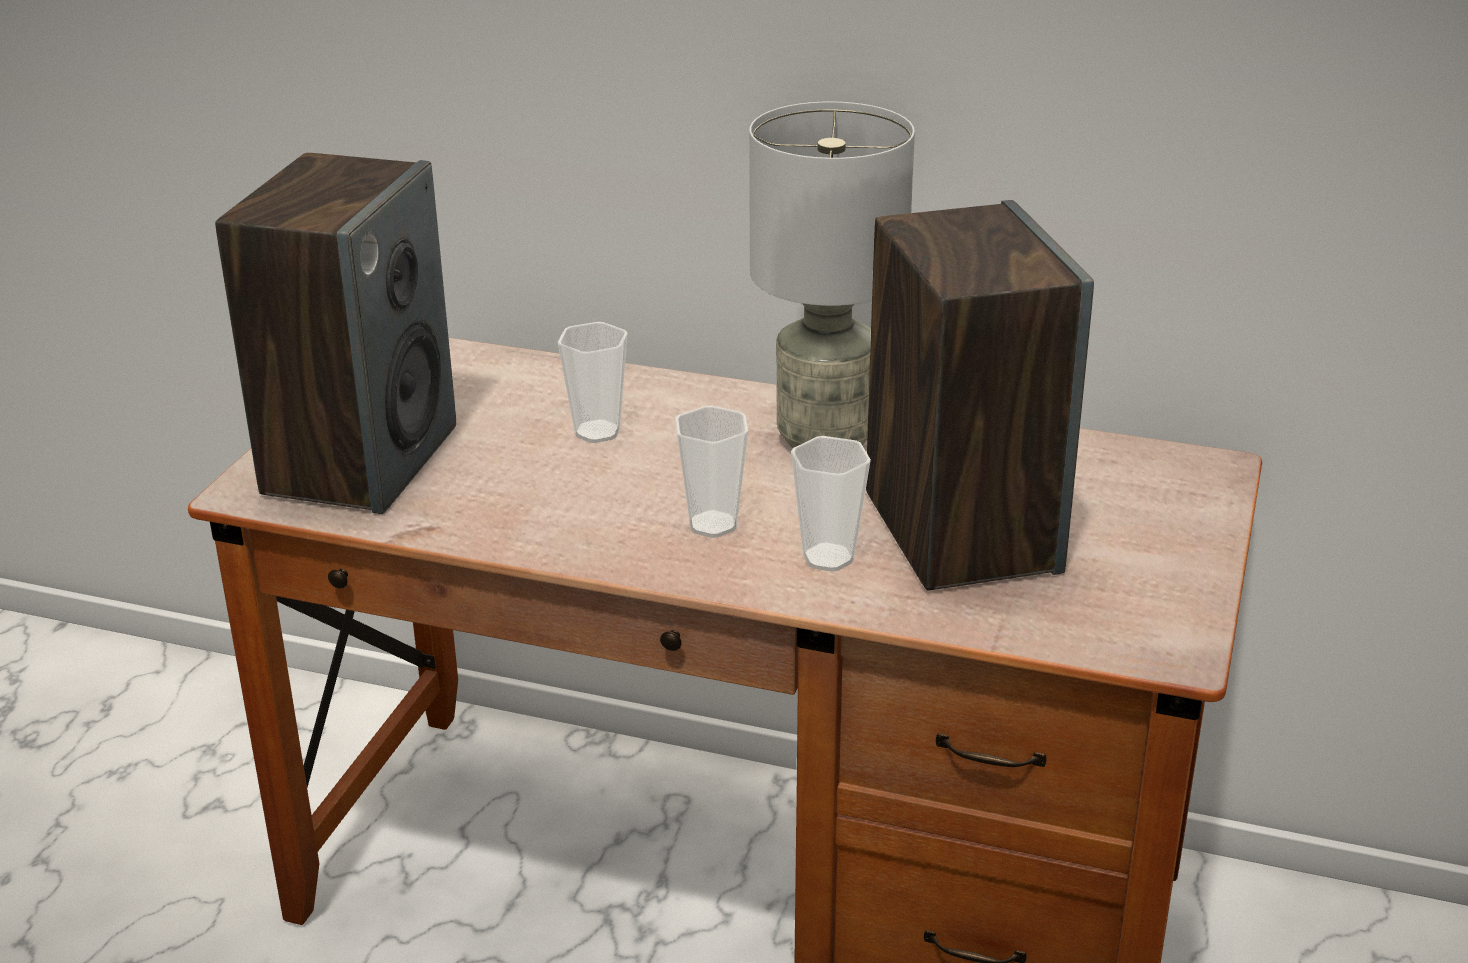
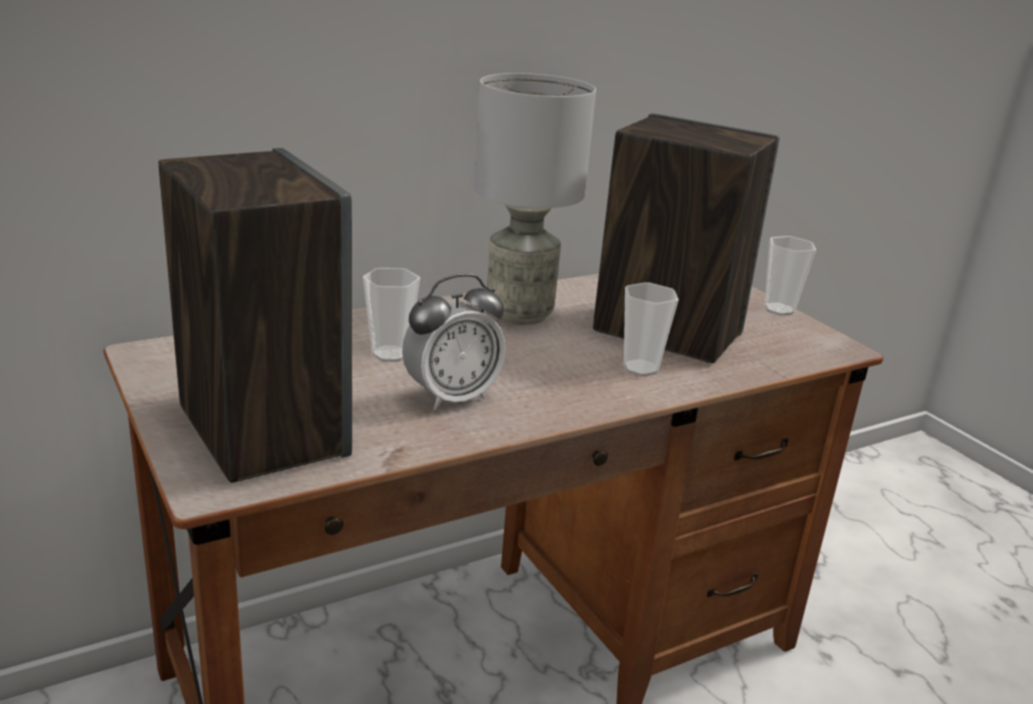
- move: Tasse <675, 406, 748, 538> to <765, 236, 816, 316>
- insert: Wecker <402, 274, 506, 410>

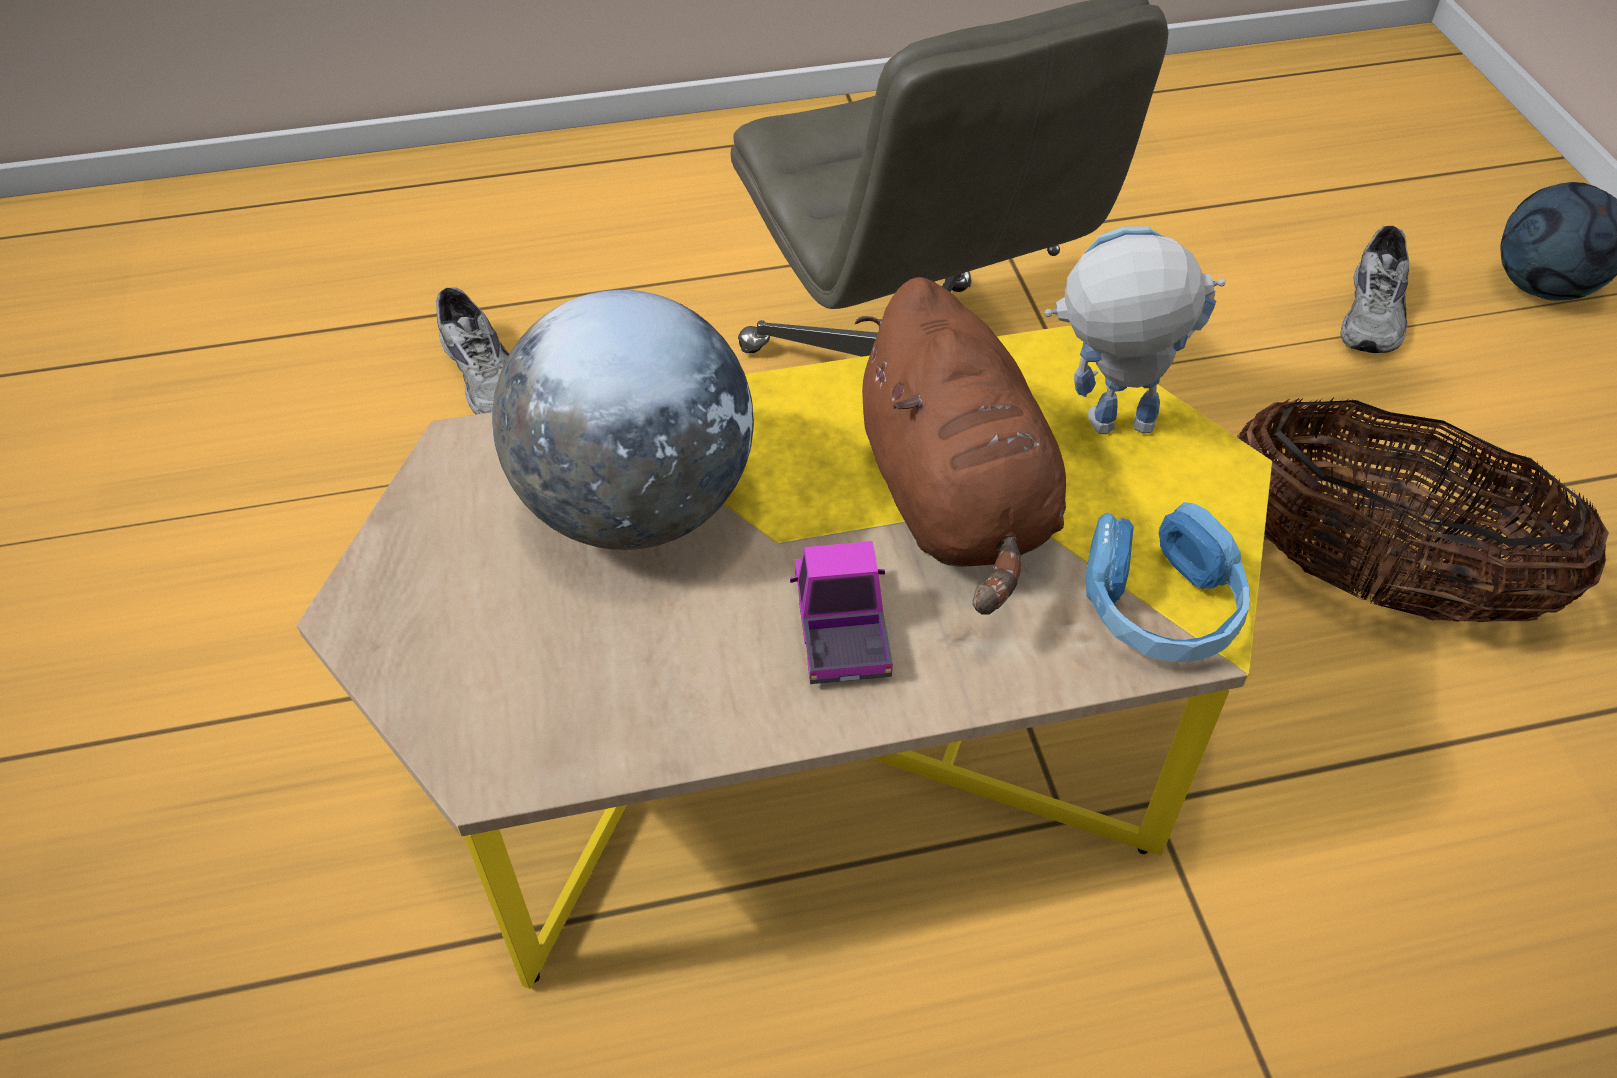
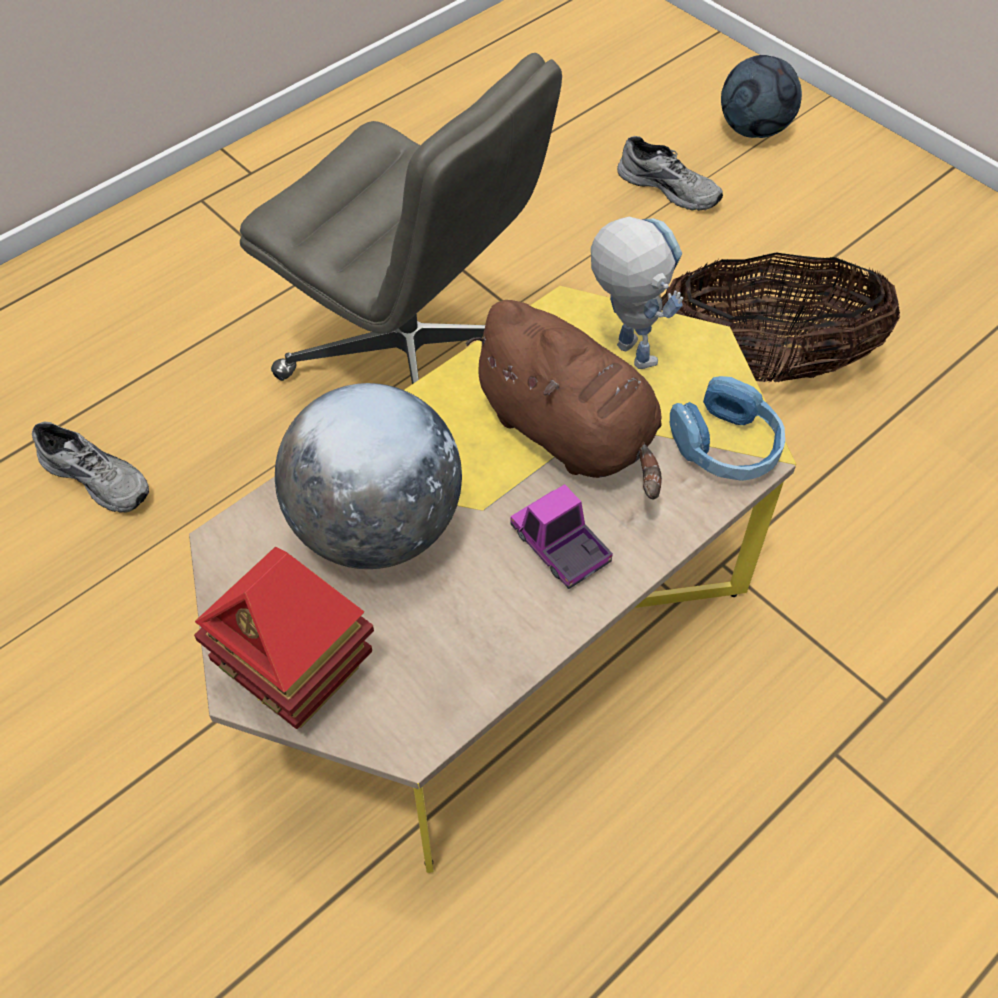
- rotate: Spielzeugroboter <1044, 227, 1226, 434> = <591, 217, 683, 369> 90 degrees clockwise
- rotate: Schuh (grau) <1340, 226, 1409, 353> = <617, 136, 723, 211> 45 degrees counterclockwise
- insert: Spielzeughaus <194, 547, 374, 729>

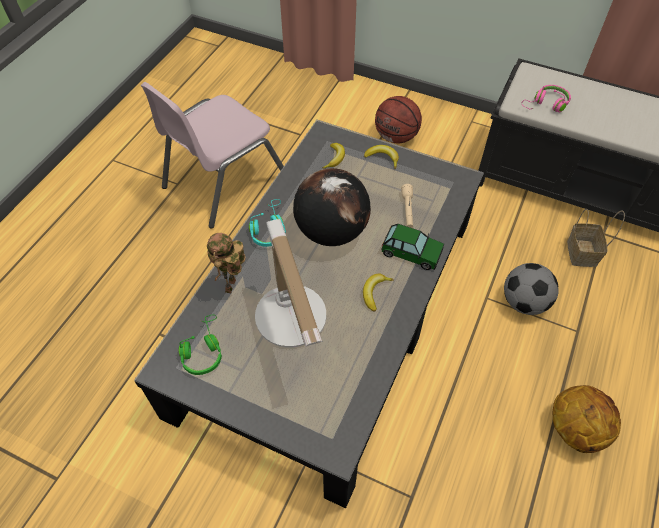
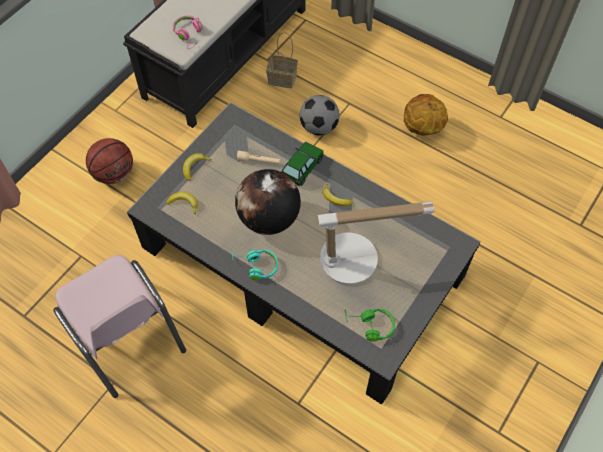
- delete: Spielzeugroboter <207, 233, 246, 293>

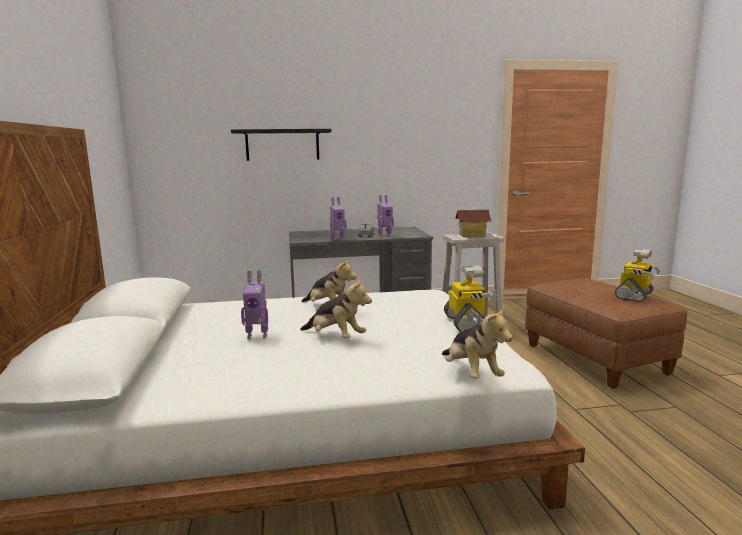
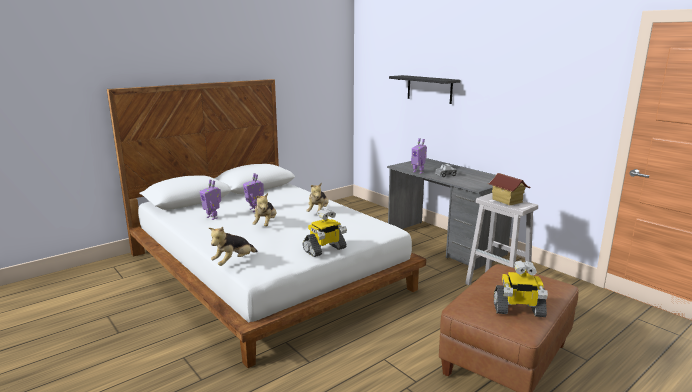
- move: Spielzeugroboter <377, 195, 394, 237> to <200, 180, 221, 220>

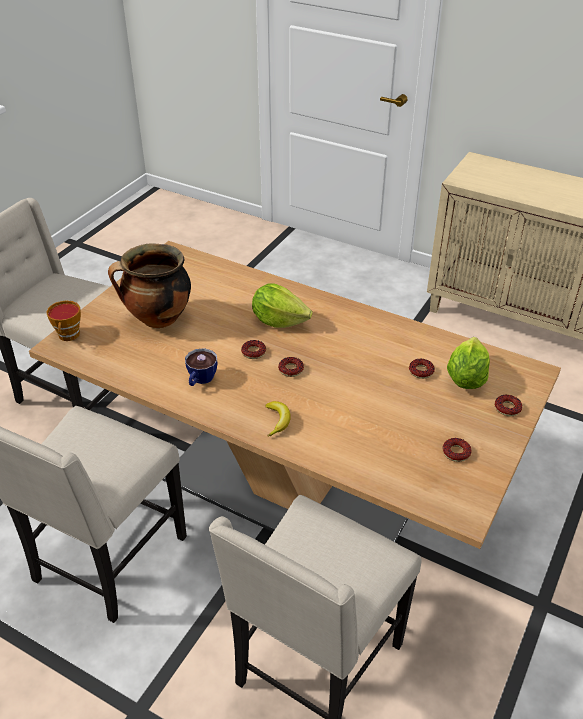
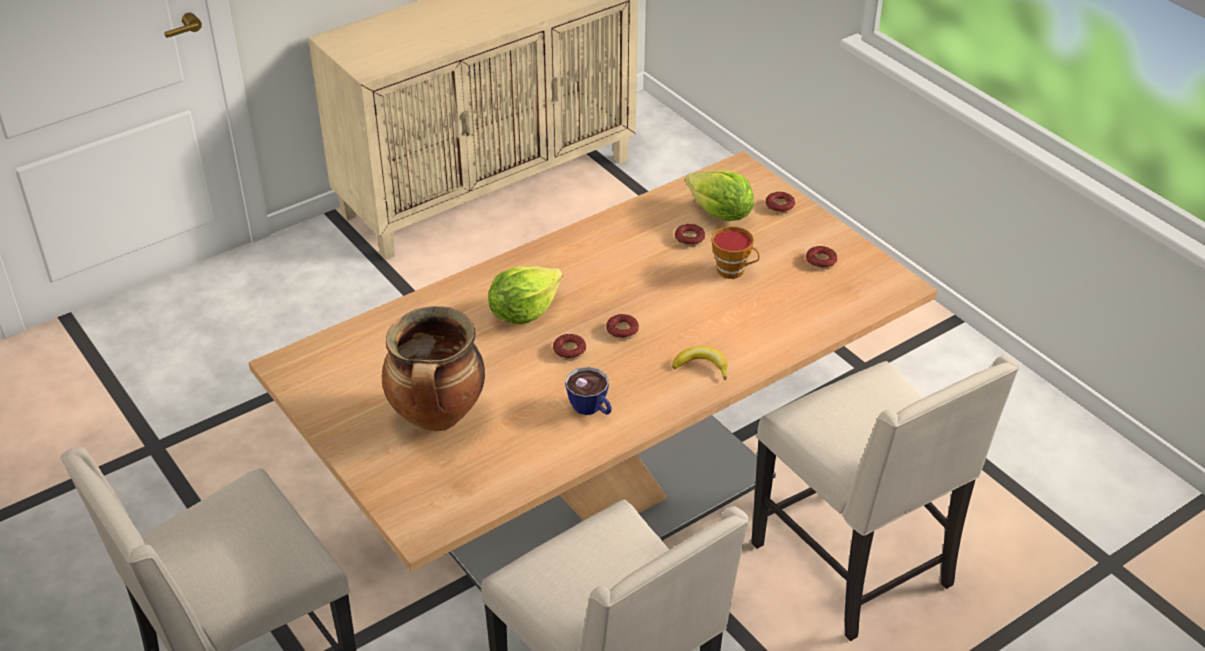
- move: Tasse <46, 300, 81, 341> to <711, 226, 760, 279>

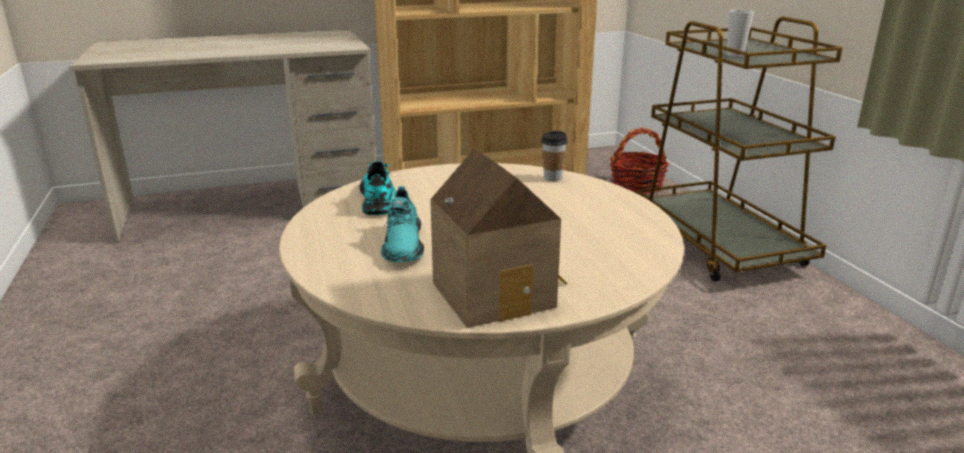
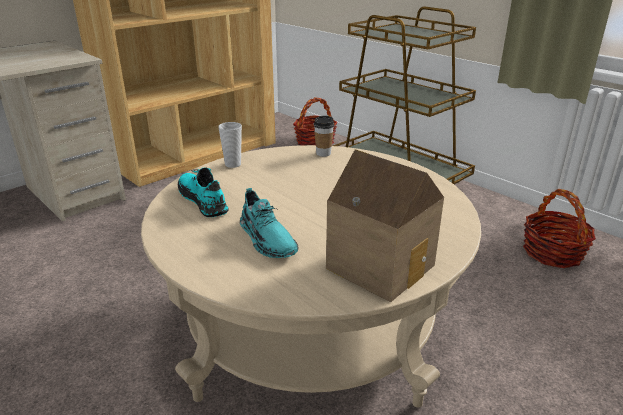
- move: Tasse <727, 10, 754, 57> to <218, 122, 242, 168>
- insert: Korb <523, 189, 596, 268>

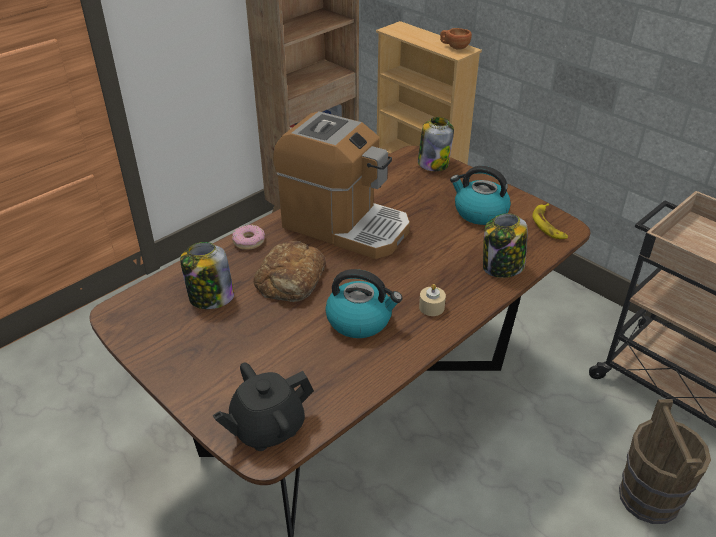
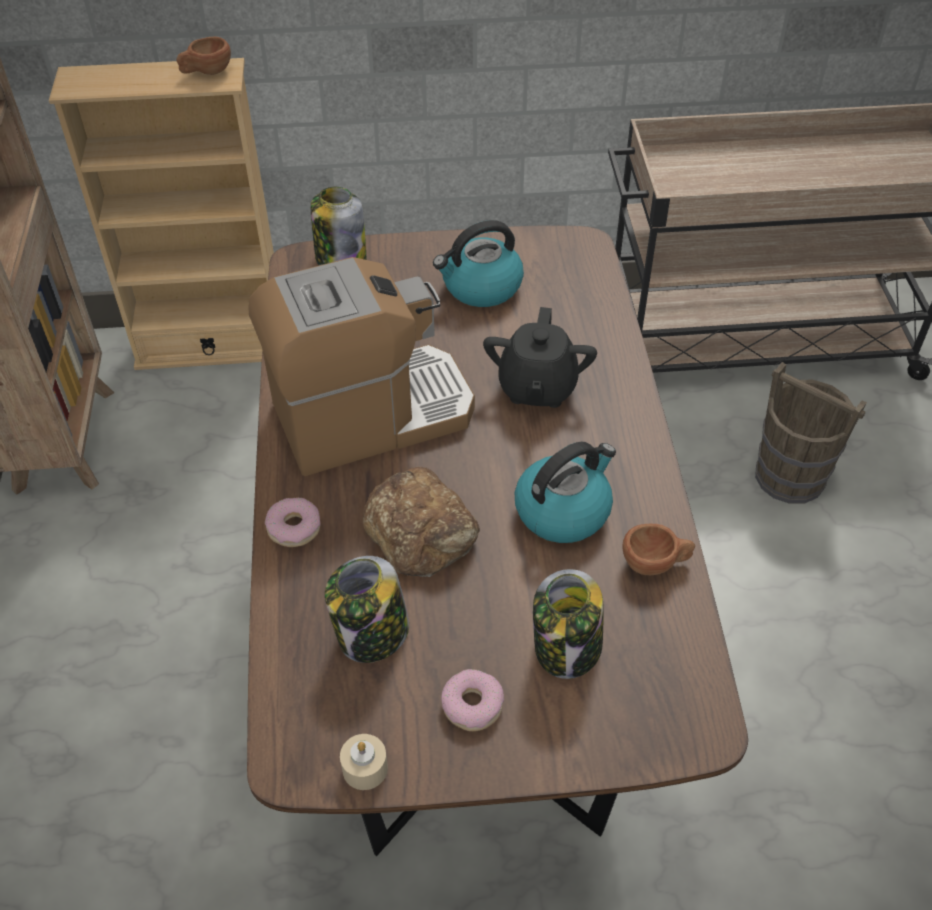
- move: Teekanne (schwarz) <213, 362, 314, 451> to <483, 307, 597, 408>
- move: Kerze (beige) <419, 284, 446, 316> to <340, 734, 388, 790>
- move: Vorratsglas <483, 213, 528, 278> to <533, 569, 604, 679>
- delete: Banane <532, 203, 568, 239>
- insert: Donut <441, 669, 504, 731>
- insert: Tasse (braun) <622, 524, 695, 575>

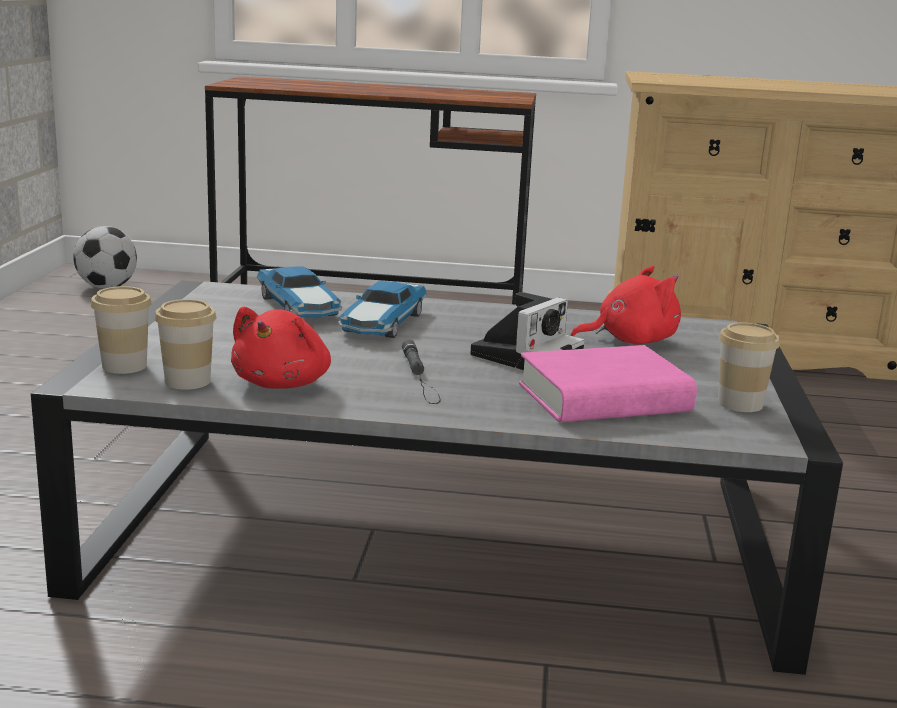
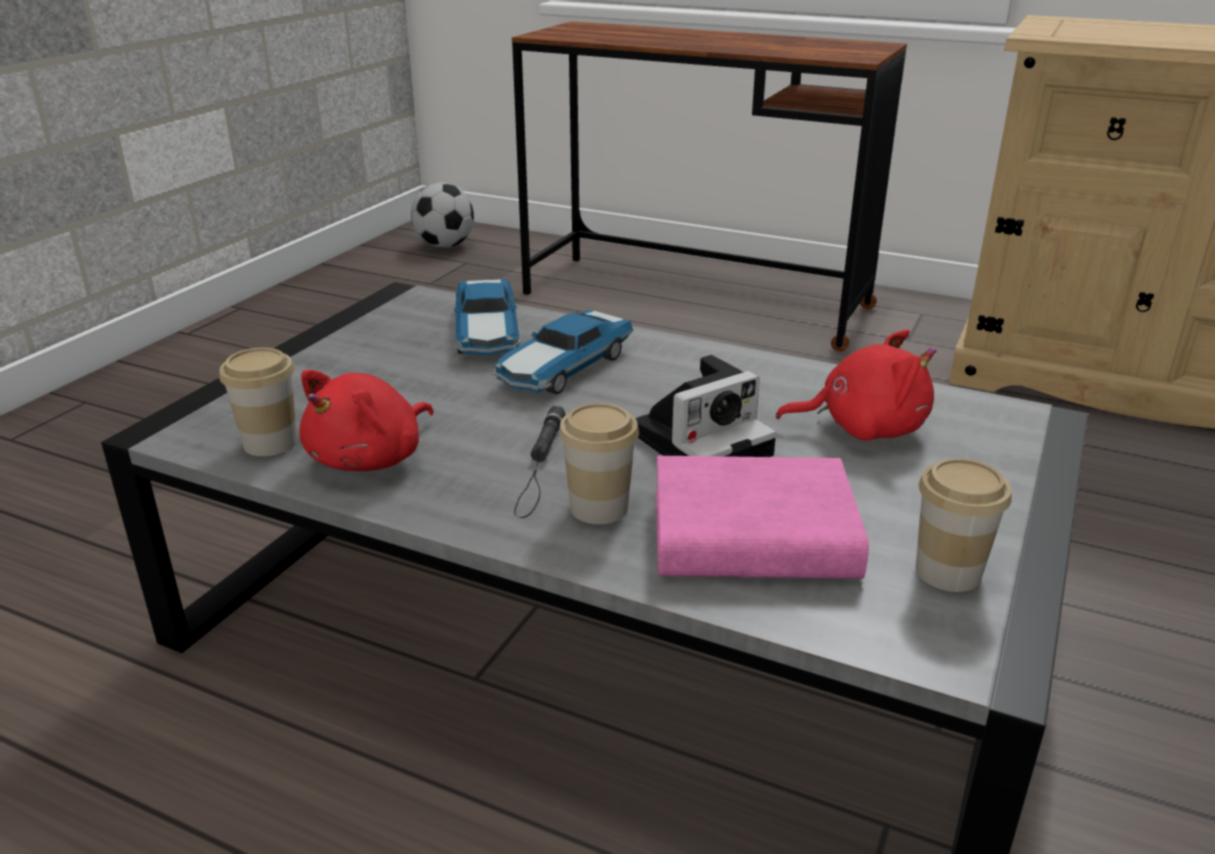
- move: Tasse <91, 286, 152, 374> to <559, 403, 639, 524>

